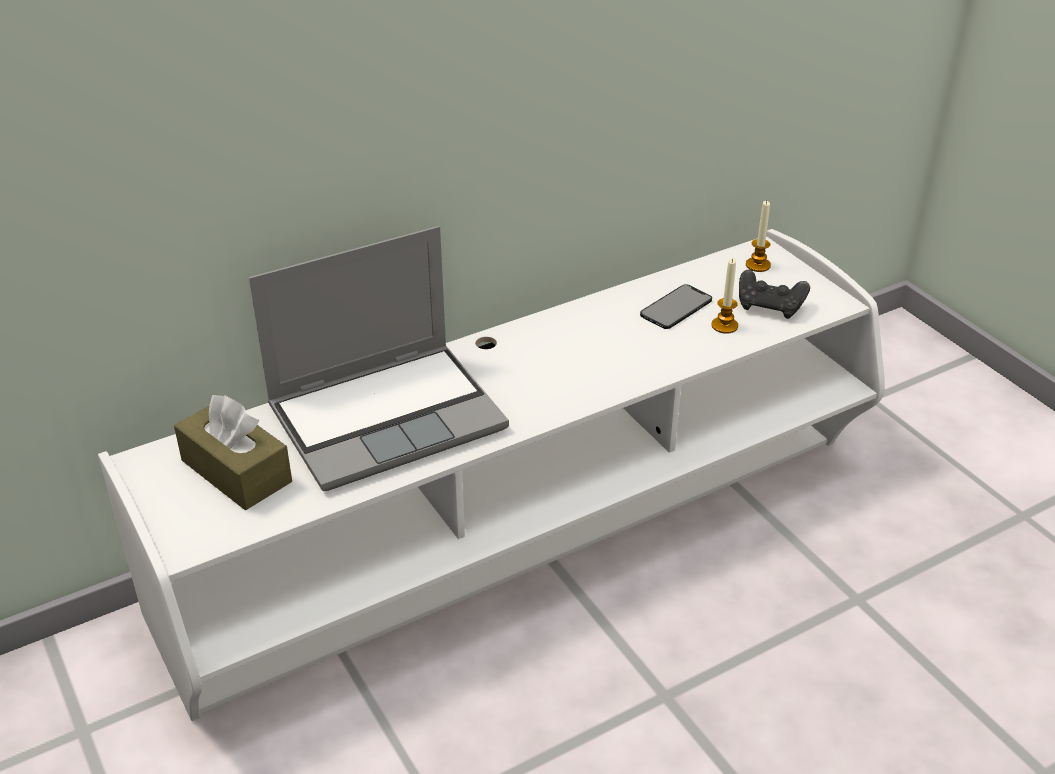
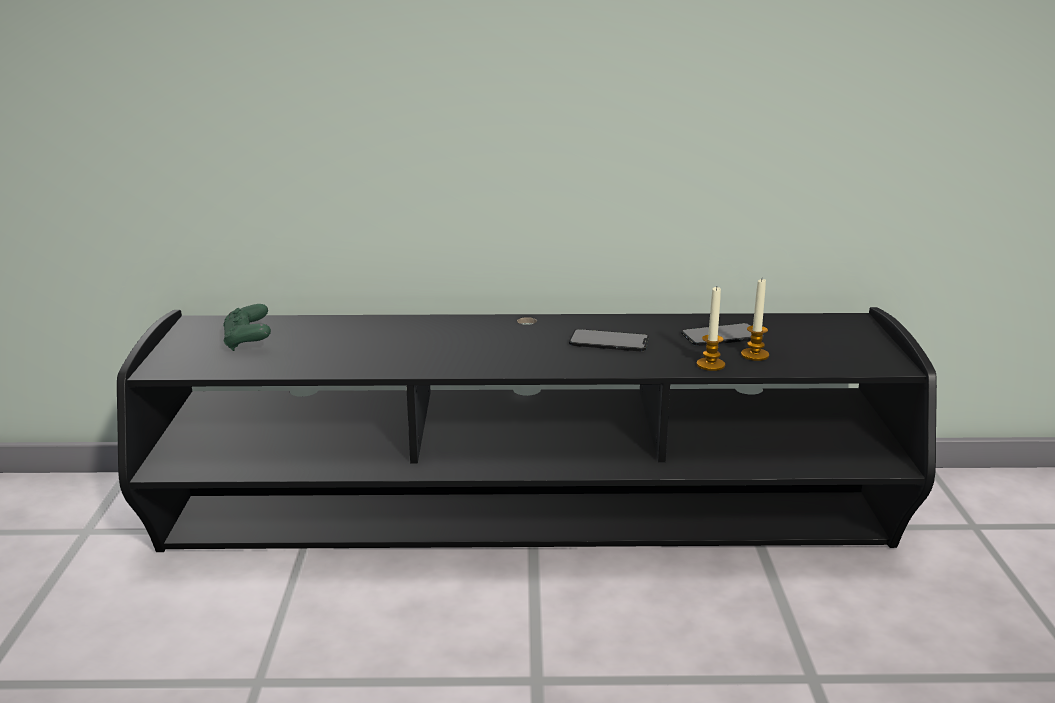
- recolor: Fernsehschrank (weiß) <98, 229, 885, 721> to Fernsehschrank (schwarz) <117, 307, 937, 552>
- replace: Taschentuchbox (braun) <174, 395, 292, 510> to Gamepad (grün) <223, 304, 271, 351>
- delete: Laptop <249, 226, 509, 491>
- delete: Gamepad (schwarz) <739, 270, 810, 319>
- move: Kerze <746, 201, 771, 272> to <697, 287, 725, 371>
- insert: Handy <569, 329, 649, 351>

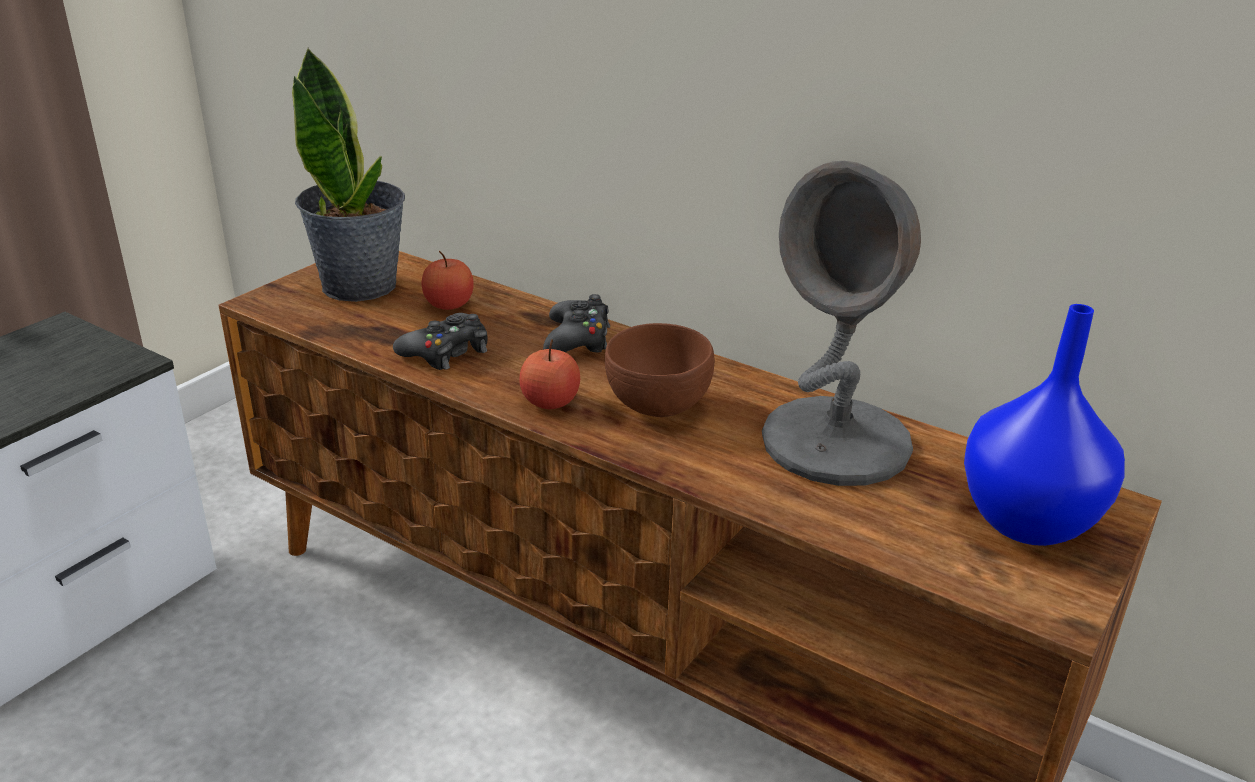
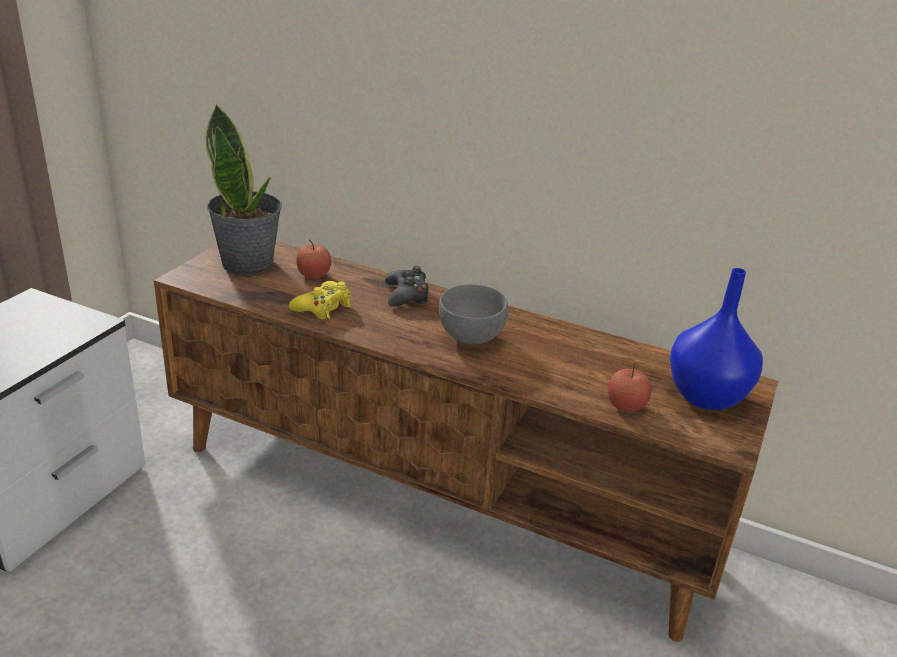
- recolor: Gamepad (schwarz) <393, 313, 487, 370> to Gamepad (gelb) <289, 281, 351, 320>
- move: Apfel <519, 339, 580, 409> to <608, 363, 651, 412>
- recolor: Schüssel (braun) <605, 323, 715, 417> to Schüssel (grau) <439, 284, 508, 344>
- delete: Tischlampe (grau) <762, 161, 921, 486>

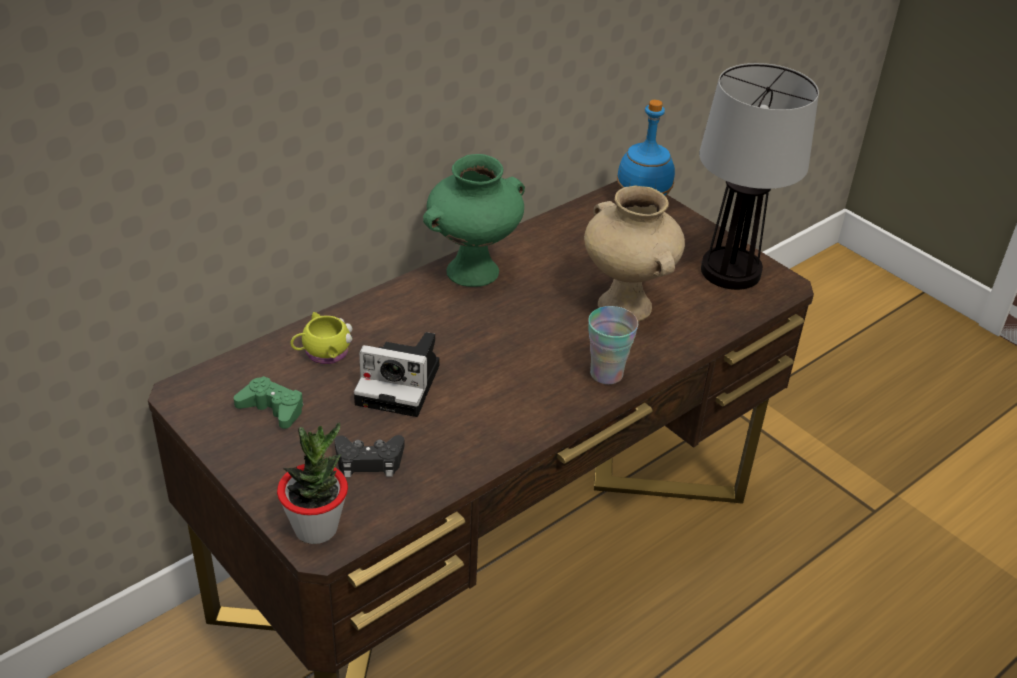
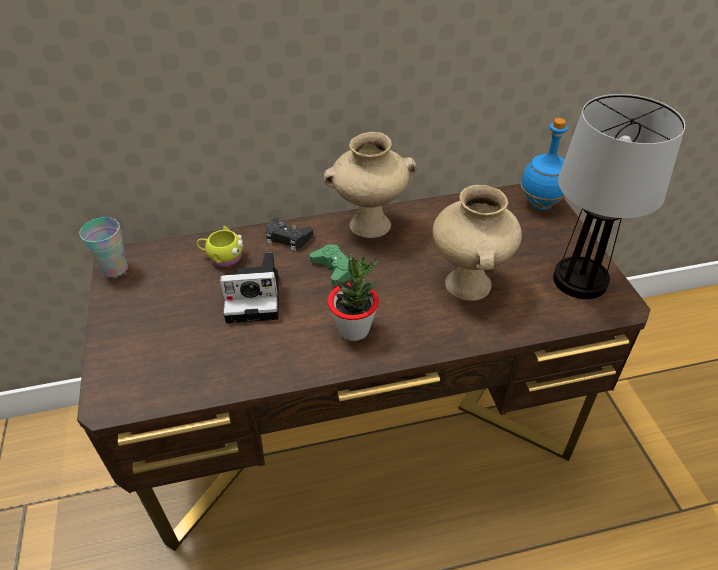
- move: Gamepad (grün) <234, 376, 303, 429> to <310, 244, 351, 286>
- move: Topfpflanze <277, 422, 348, 544> to <328, 254, 379, 341>
- move: Gamepad (schwarz) <335, 435, 405, 477> to <266, 218, 313, 251>
- rotate: Kamera <354, 332, 440, 417> = <220, 253, 279, 323> 45 degrees counterclockwise
- recolor: Vase (grün) <423, 154, 525, 287> to Vase (beige) <324, 132, 417, 238>
- move: Tasse <588, 306, 638, 384> to <79, 217, 128, 277>

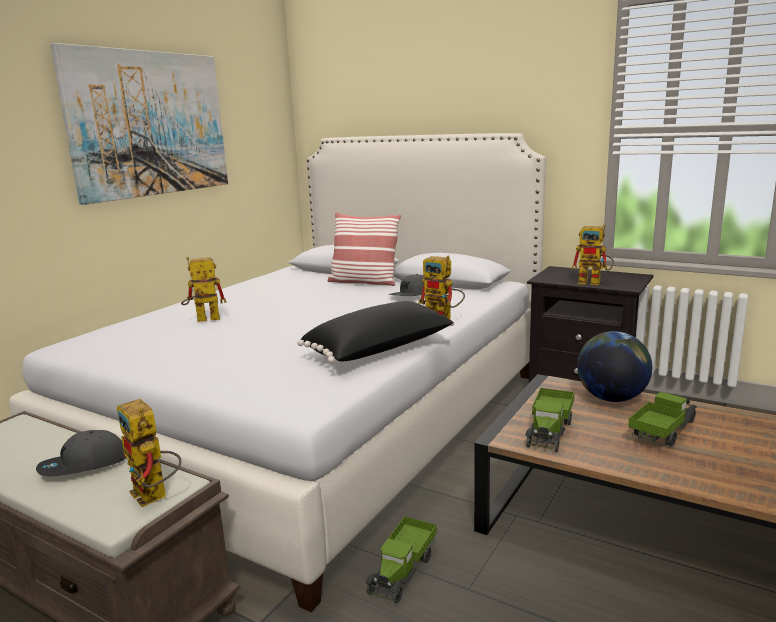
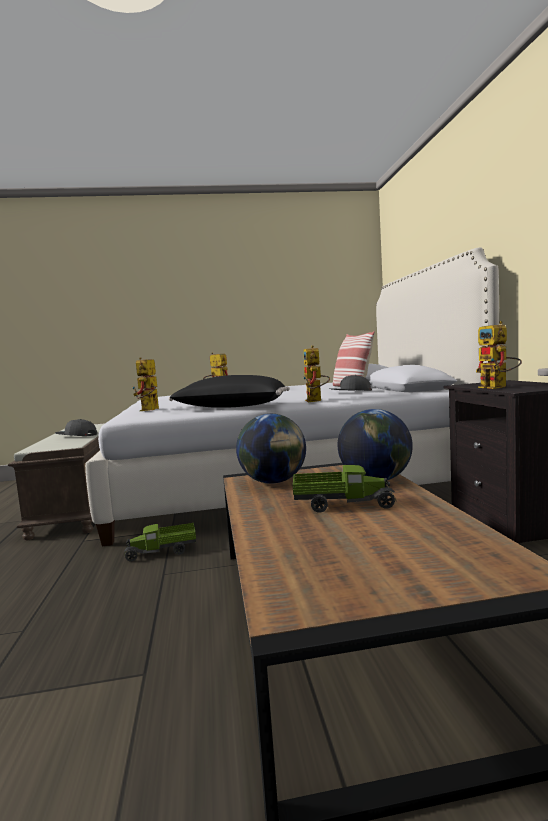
- delete: Bild <50, 43, 228, 205>
- move: Spielzeugroboter <117, 399, 181, 507> to <132, 357, 159, 411>
- replace: Spielzeuglaster <525, 388, 574, 452> to Globus <236, 414, 306, 484>

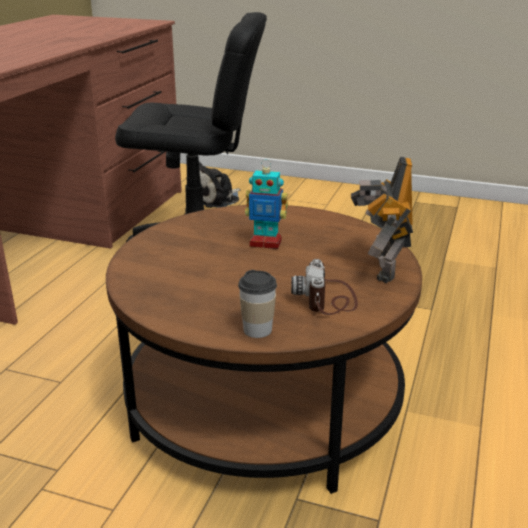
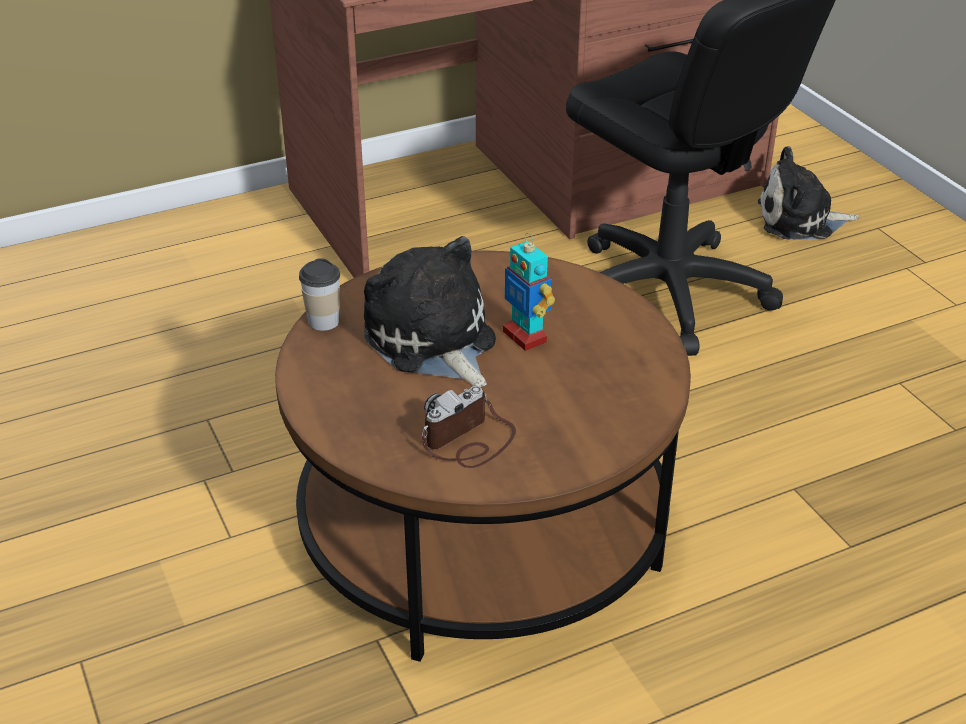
- move: Tasse <238, 270, 277, 338> to <299, 258, 340, 331>
- delete: Spielzeugroboter <351, 157, 413, 283>
- insert: Plüschtier <364, 236, 496, 387>

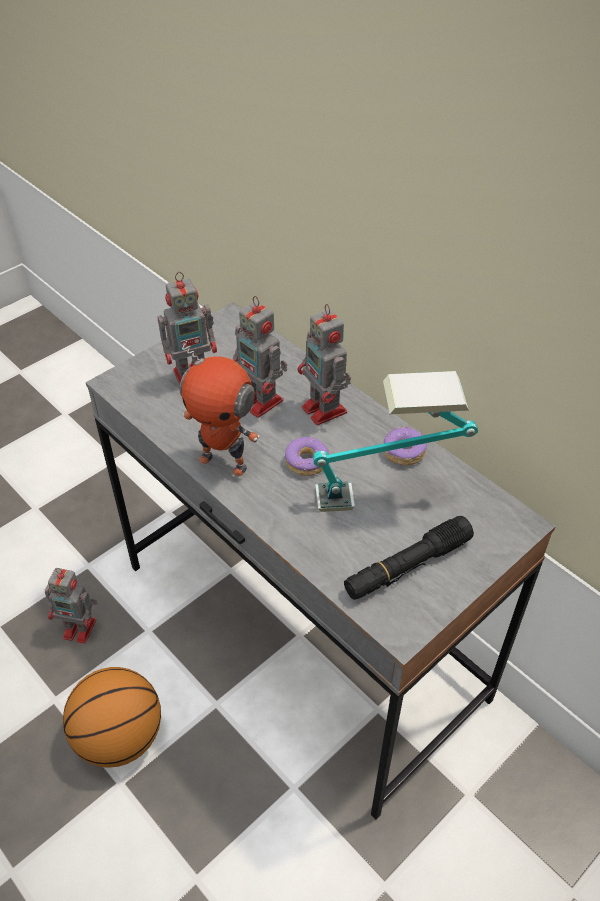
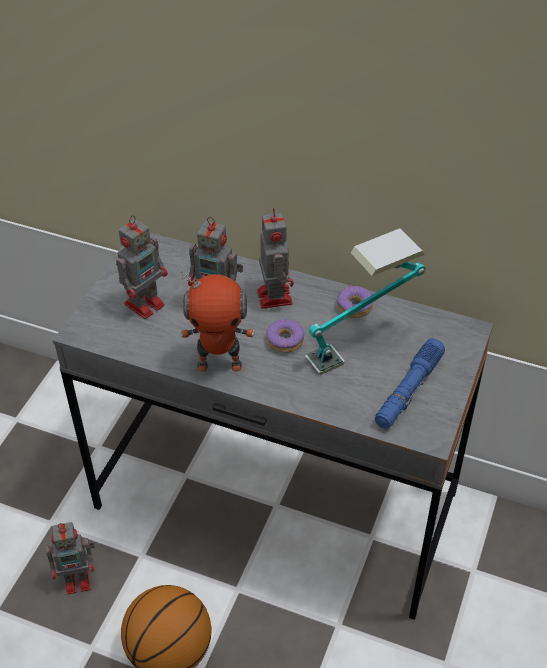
- rotate: Spielzeugroboter <297, 304, 351, 425> = <257, 208, 294, 309> 135 degrees counterclockwise
- recolor: Taschenlampe (schwarz) <344, 516, 474, 600> to Taschenlampe (blau) <375, 338, 445, 429>

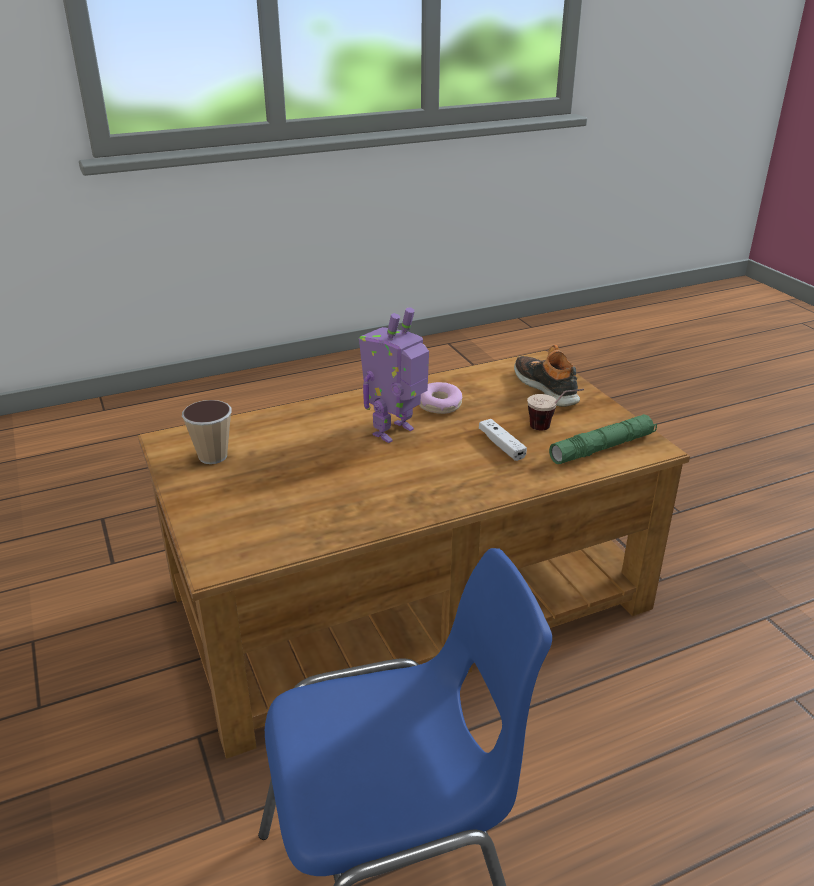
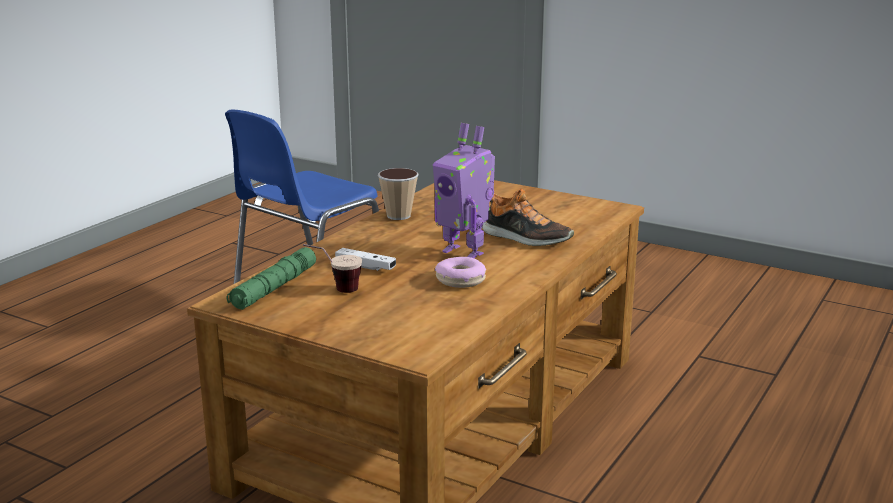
- move: Tasse <182, 400, 232, 464> to <378, 168, 418, 220>
- rotate: Spielzeugroboter <359, 307, 429, 443> = <433, 123, 495, 258> 120 degrees clockwise
- move: Schuh <514, 345, 580, 407> to <482, 189, 574, 246>

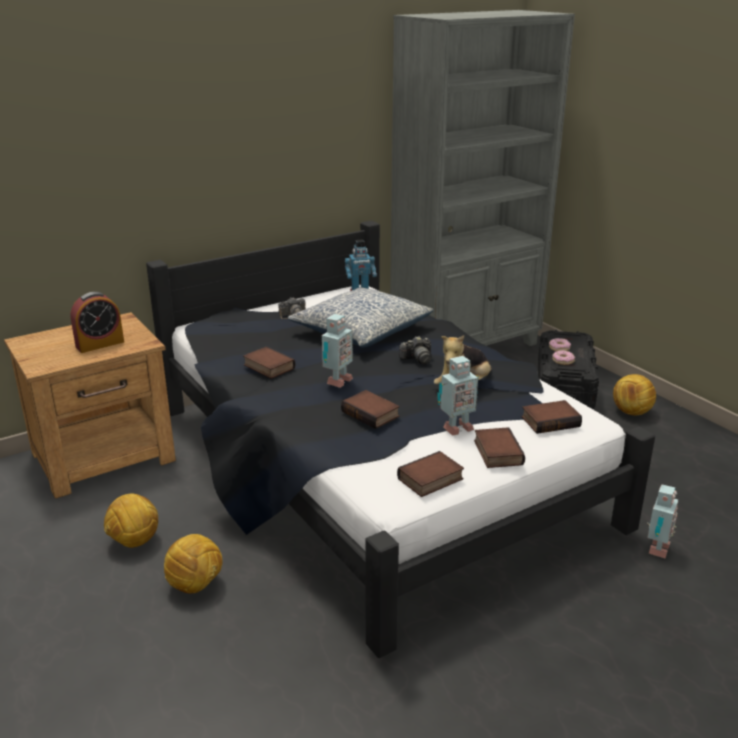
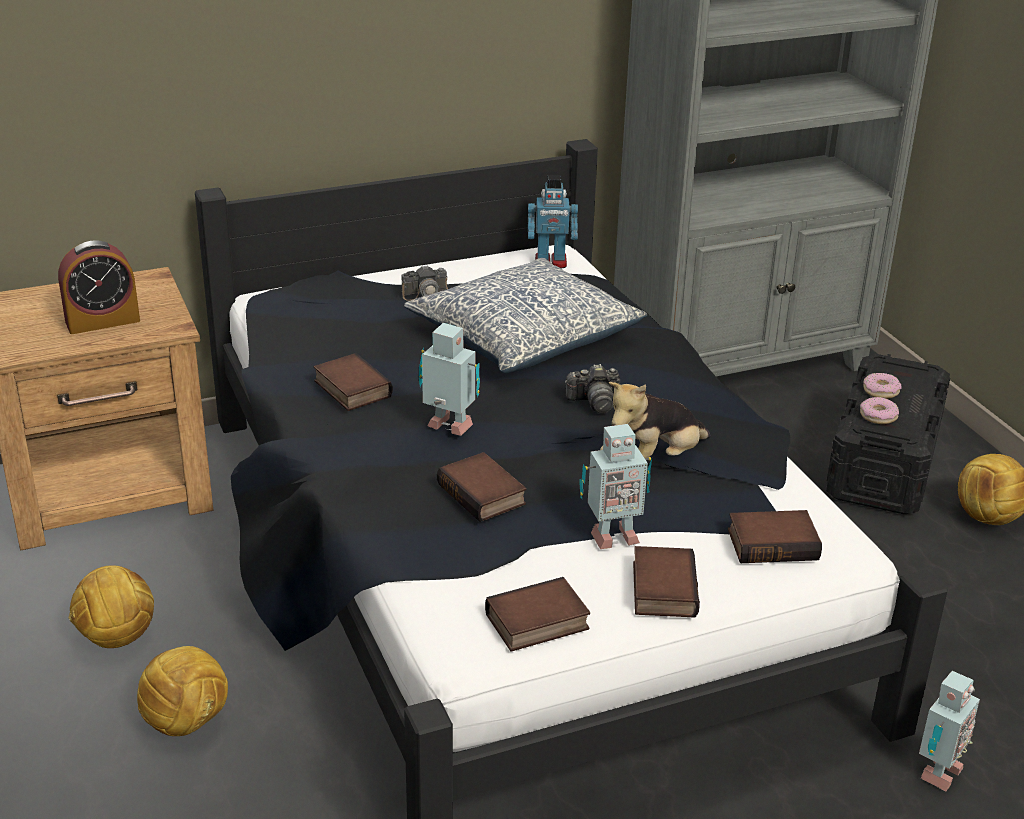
- rotate: Spielzeugroboter <322, 314, 353, 388> = <419, 323, 480, 436> 105 degrees counterclockwise

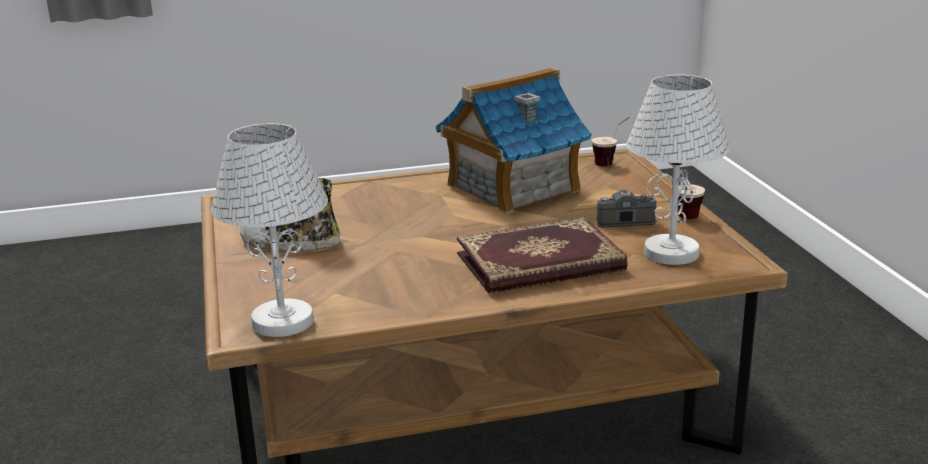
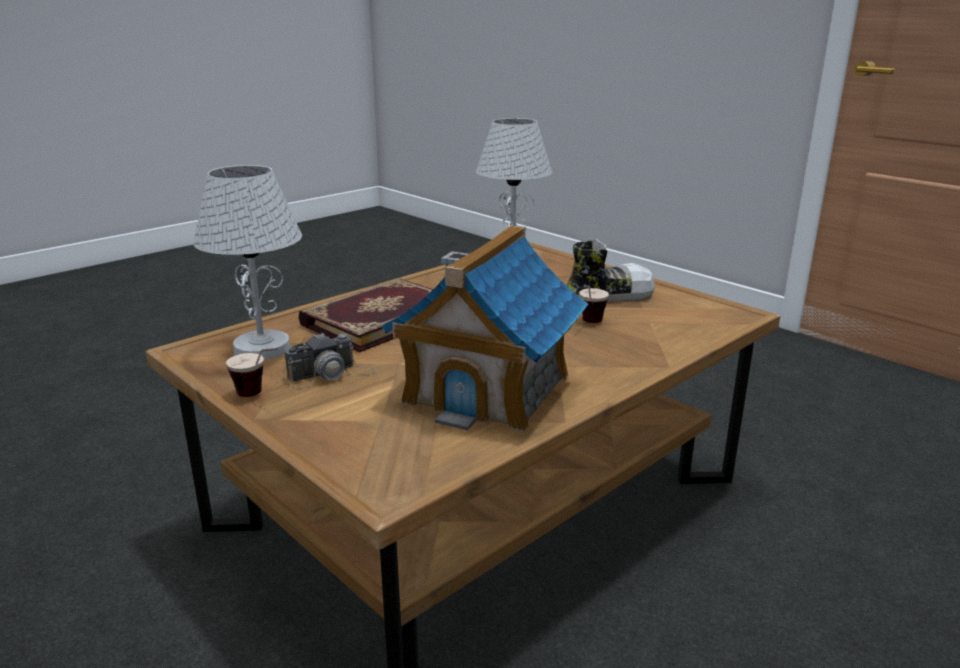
- move: Tasse <592, 117, 630, 166> to <579, 286, 609, 323>

